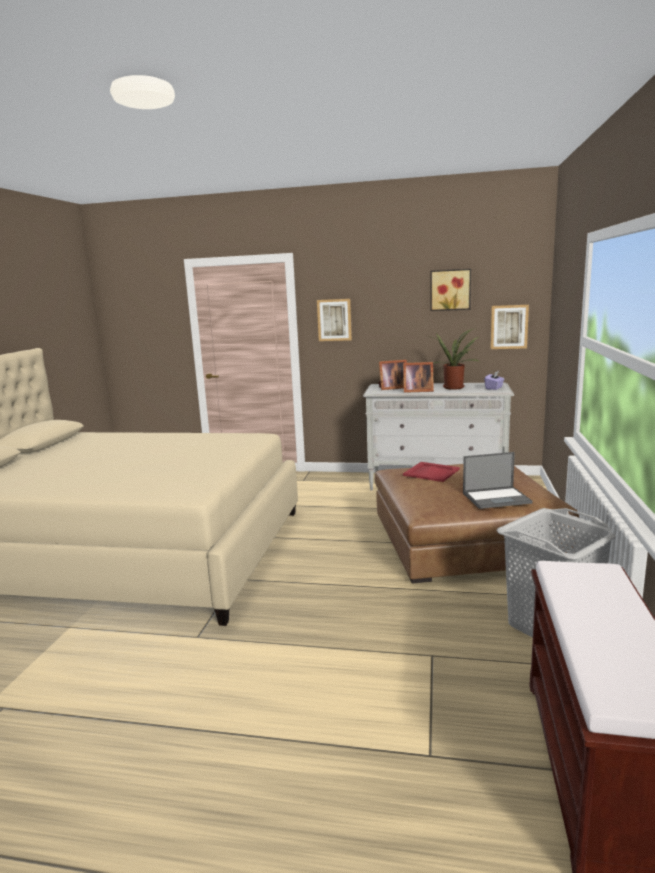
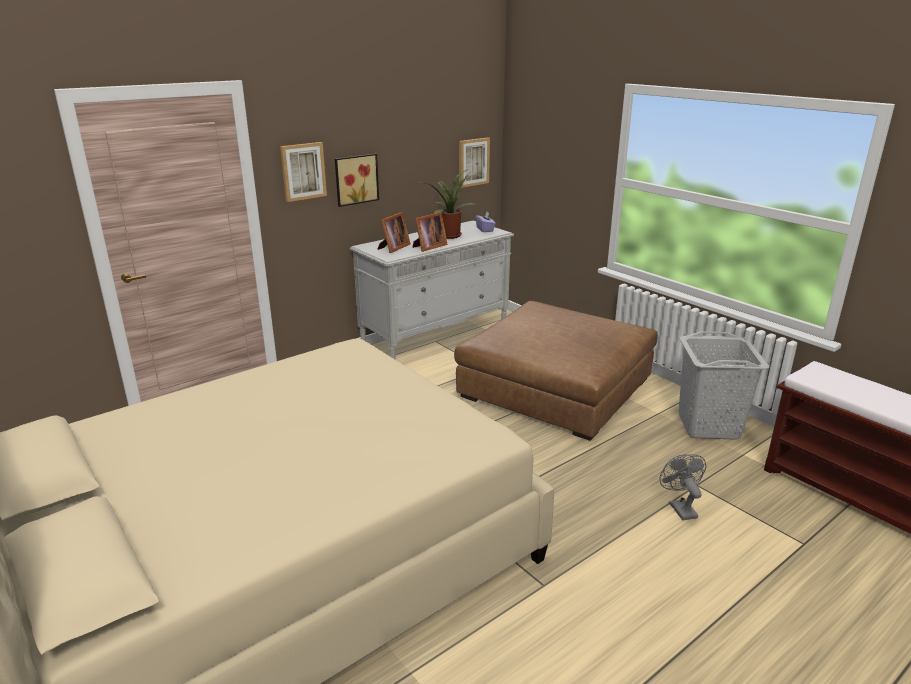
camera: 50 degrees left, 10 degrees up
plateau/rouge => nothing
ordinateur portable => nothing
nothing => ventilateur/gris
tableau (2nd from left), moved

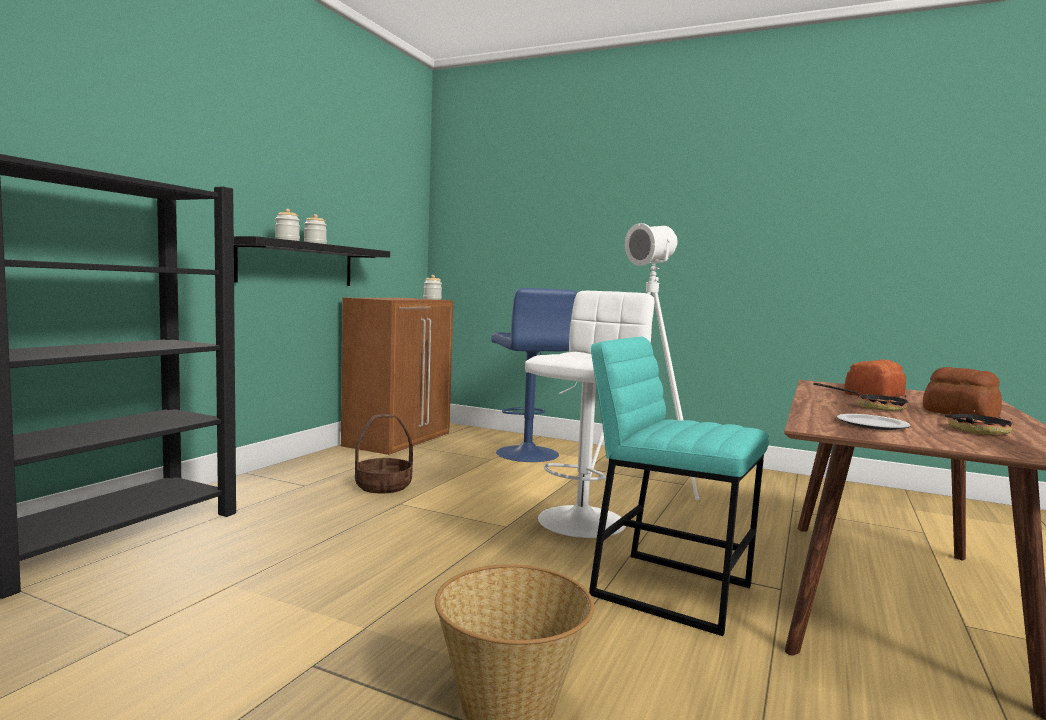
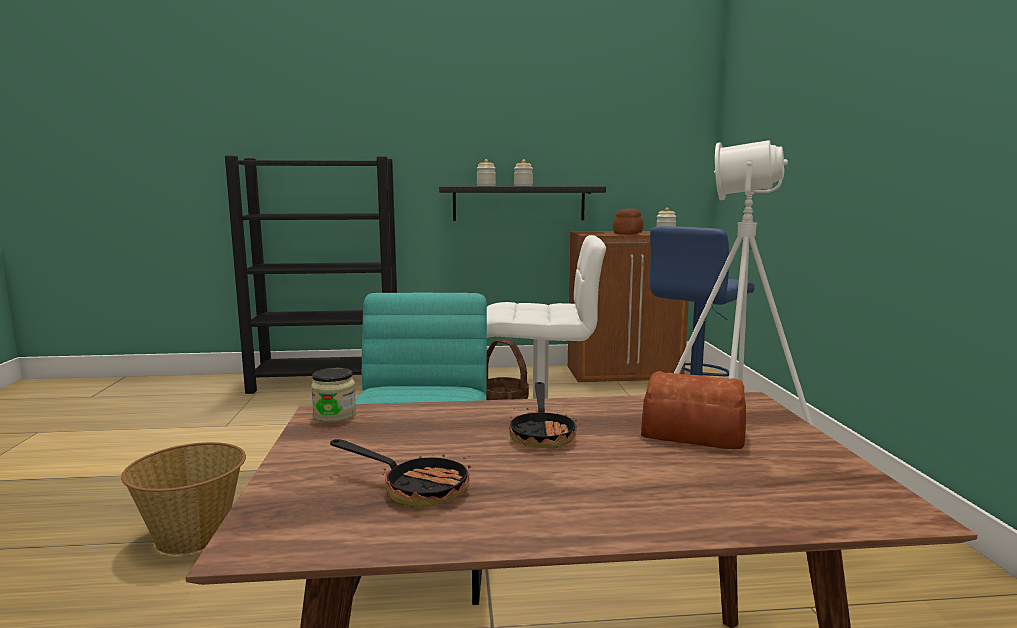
camera: 60 degrees right, 5 degrees up
assiette => nothing
nothing => bocal (1st from left)
pain (2nd from left in the first image) => pain (1st from left), moved

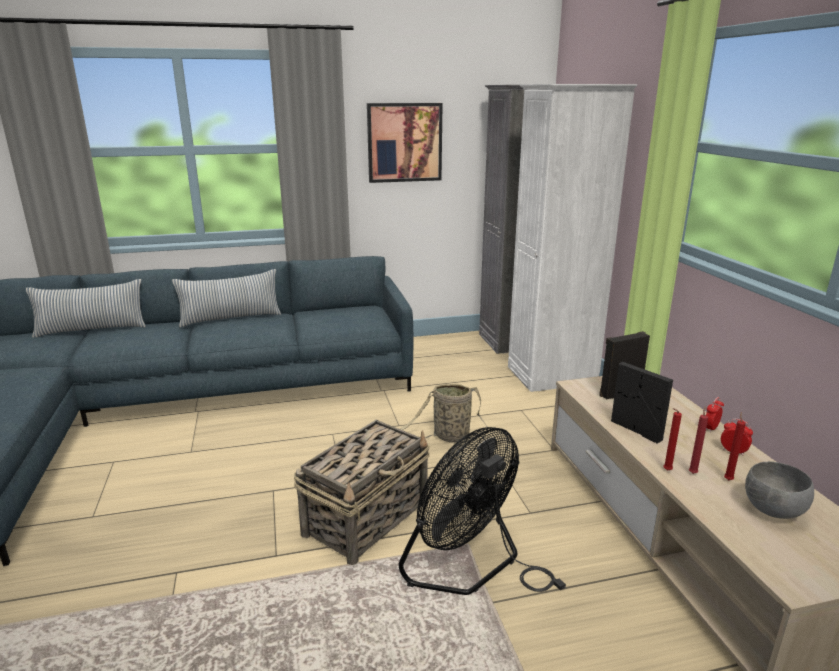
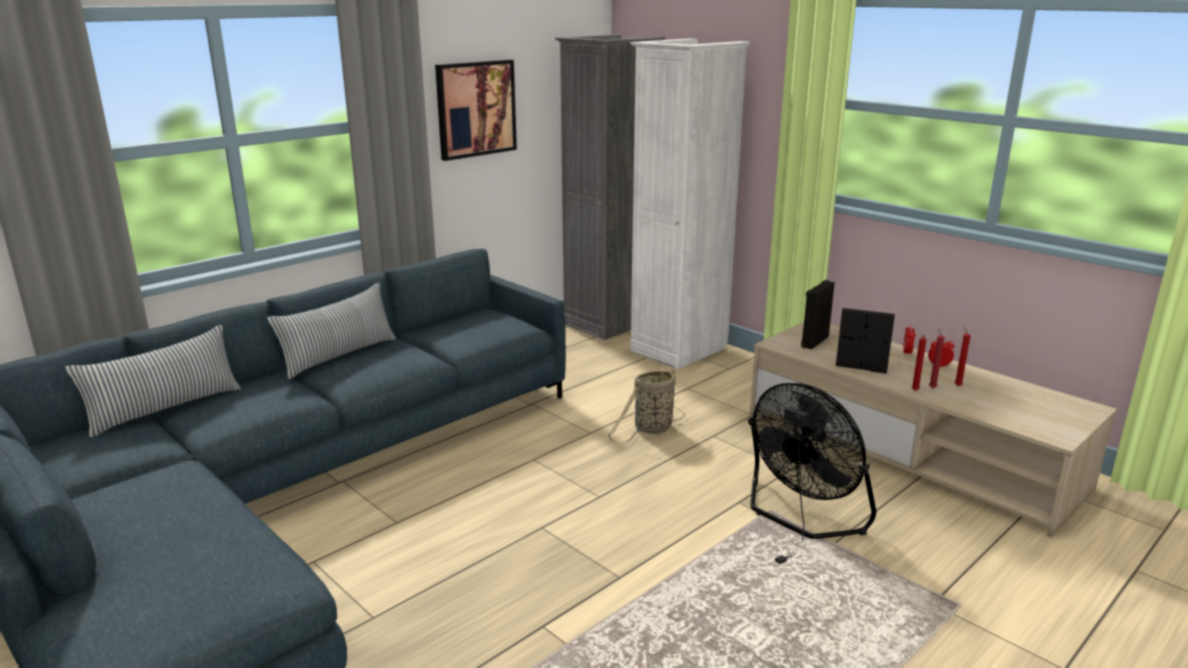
camera: 30 degrees left, 0 degrees up
panier (1st from left) => nothing
bol/gris => nothing
ventilateur/noir, 120 degrees clockwise

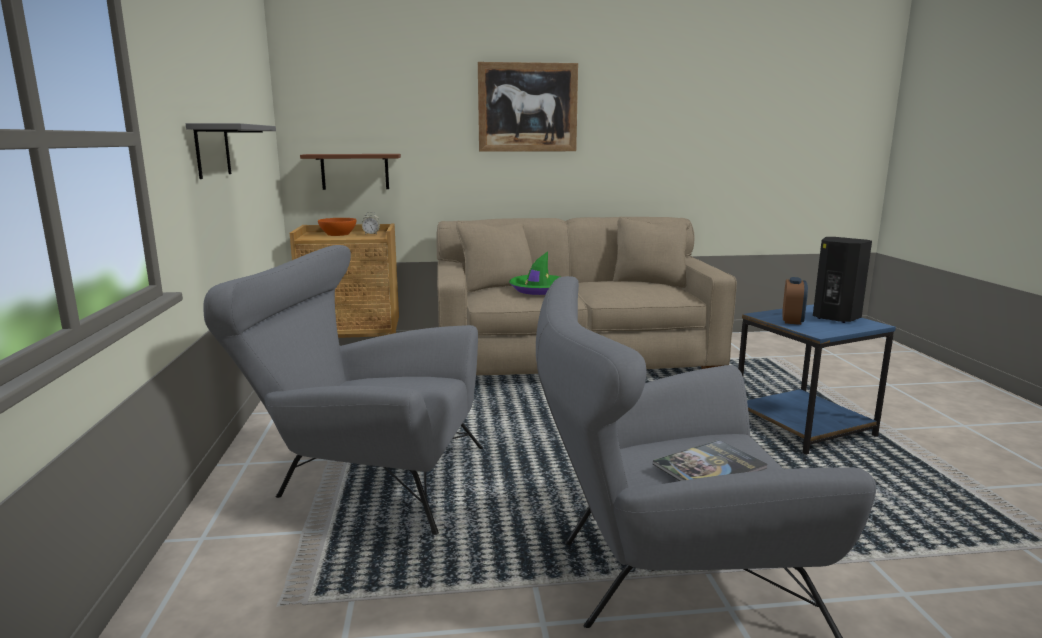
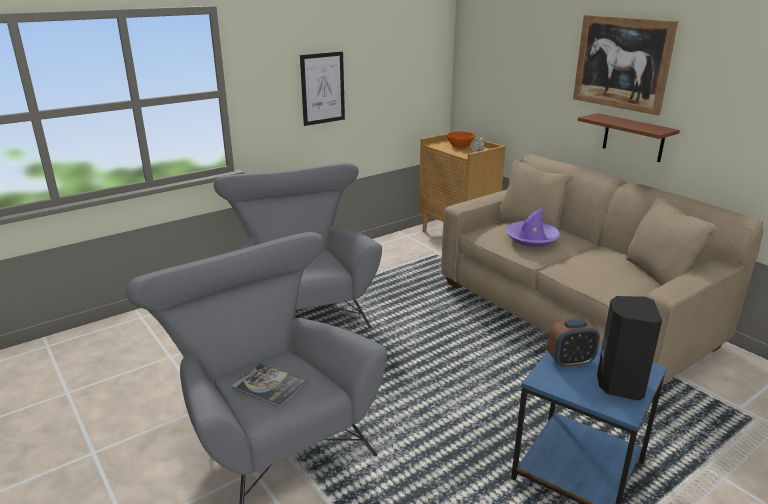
camera: 60 degrees right, 10 degrees up
étagère/marron, moved
étagère/gris => tableau (1st from left)
chapeau/vert => chapeau/violet

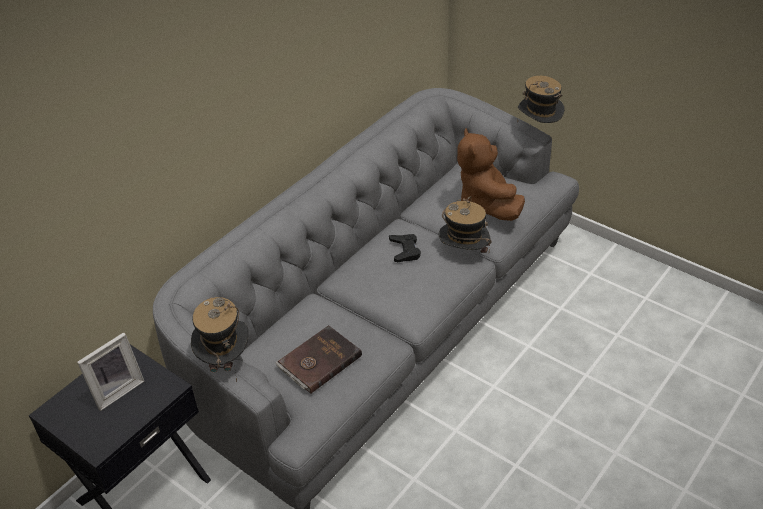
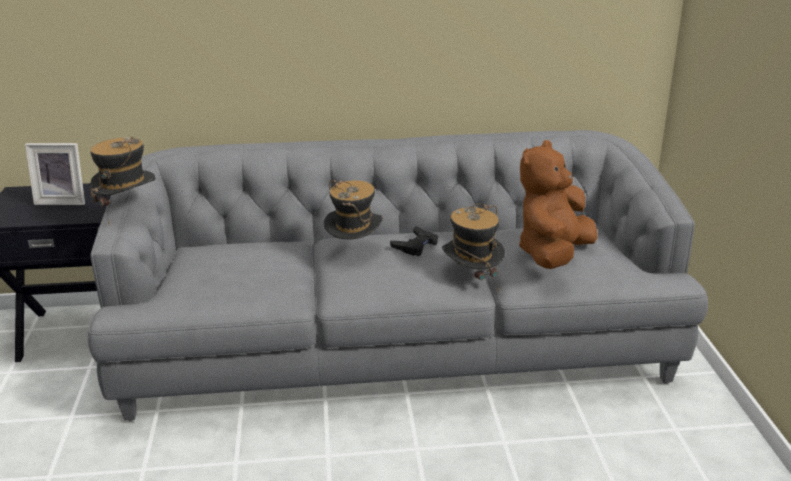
camera: 45 degrees right, 15 degrees down
livre/marron => nothing
chapeau (3rd from left in the first image) => chapeau (2nd from left), moved

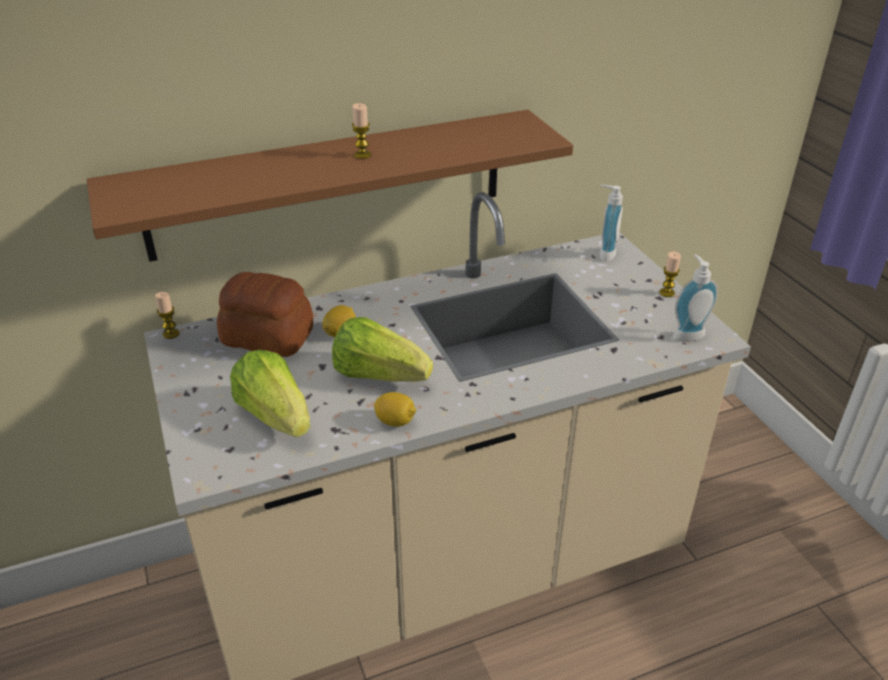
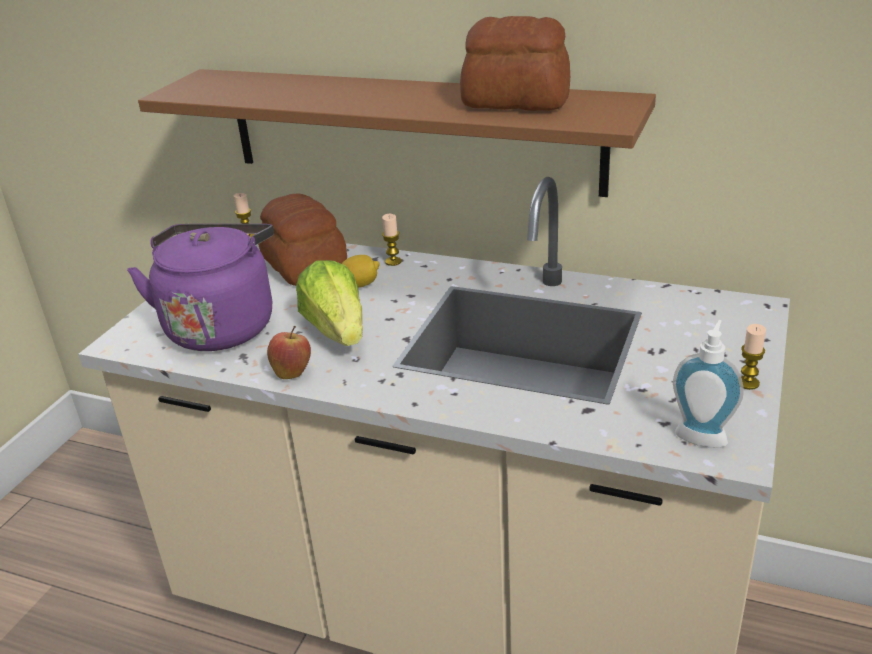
camera: 45 degrees right, 5 degrees down
distributeur de savon (1st from left) => nothing
nothing => pain (2nd from left)
bougie (2nd from left), moved
laitue (1st from left) => bouilloire/violet
citron (2nd from left) => pomme

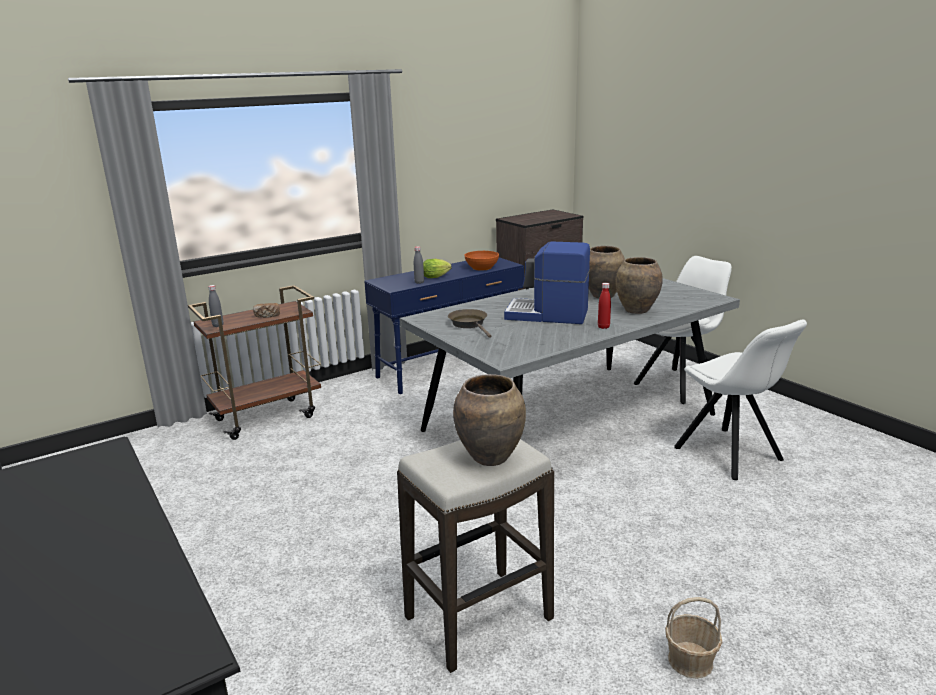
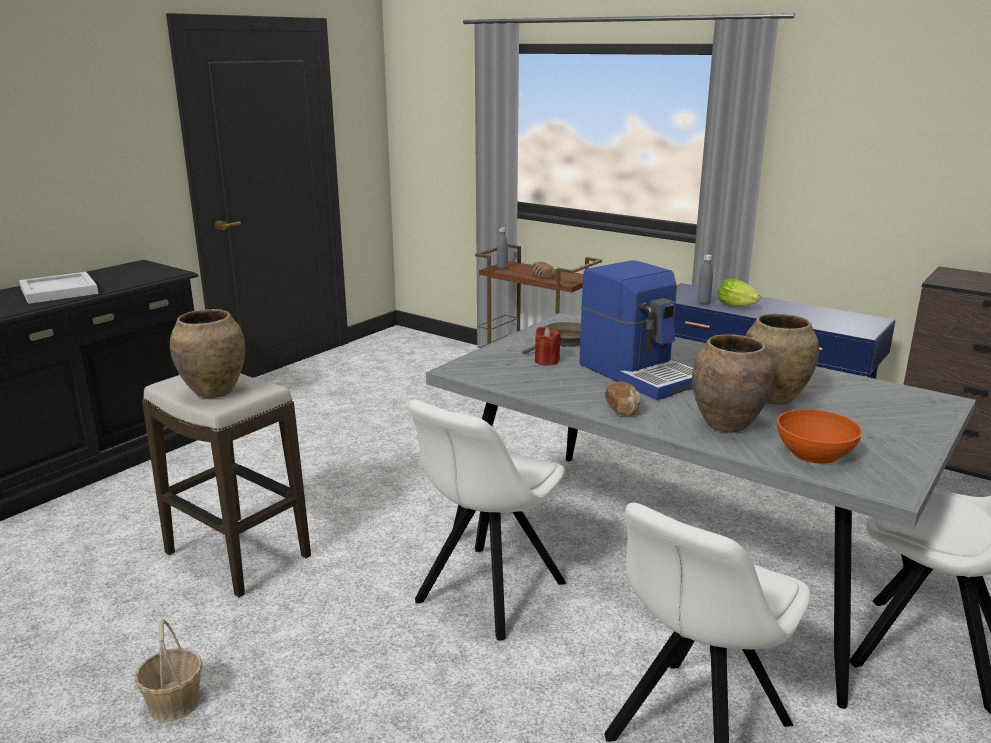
camera: 70 degrees right, 0 degrees up
nothing => plateau/blanc
nothing => chaise/blanc (1st from left)
nothing => bougie/rouge
bol/orange, moved
bouteille/rouge => pain (2nd from left)
machine à café, 150 degrees clockwise

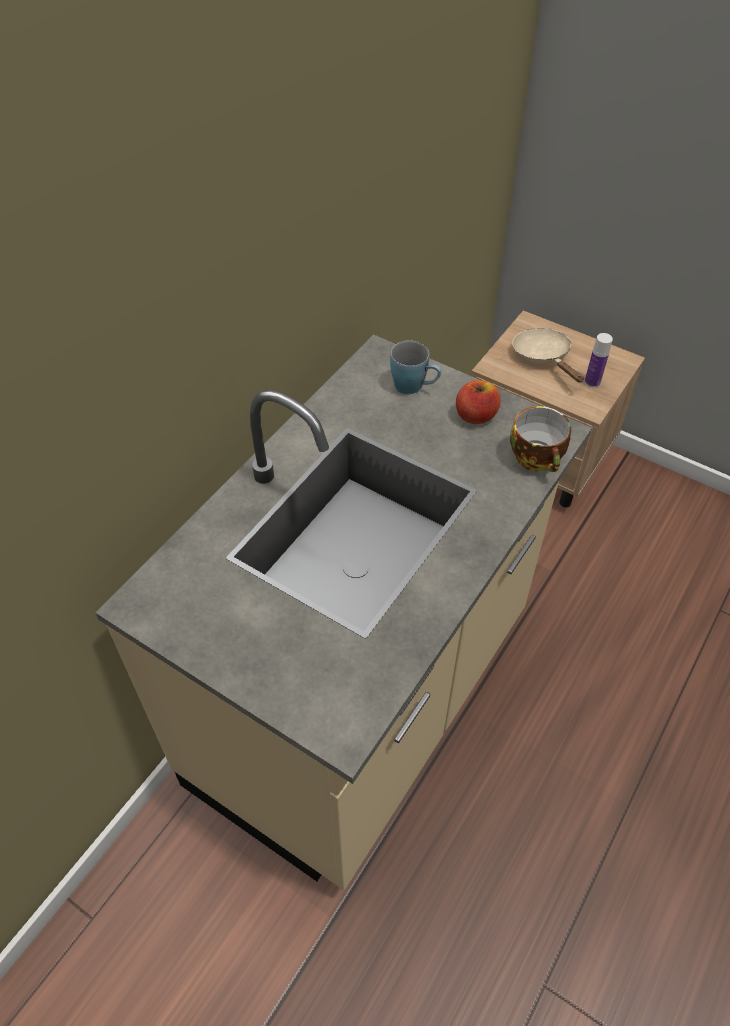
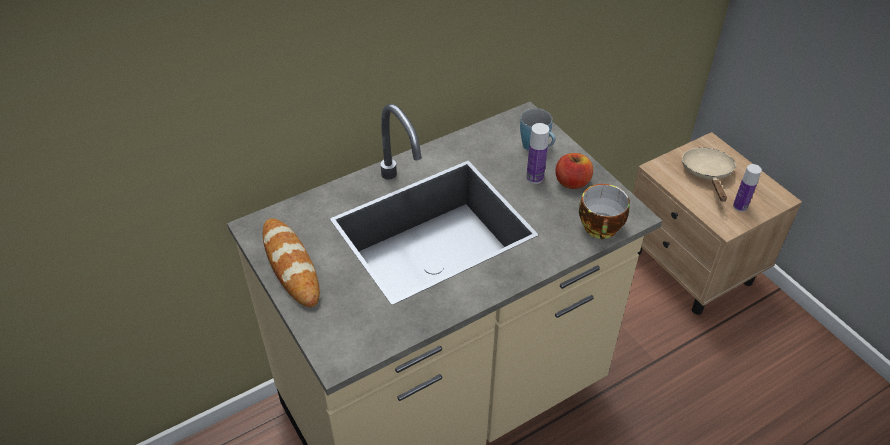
camera: 25 degrees right, 5 degrees down
nothing => pain
nothing => bouteille (1st from left)

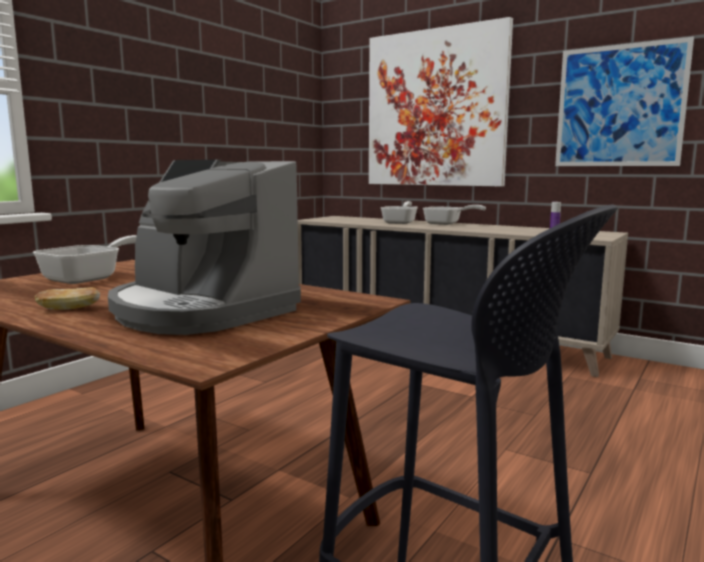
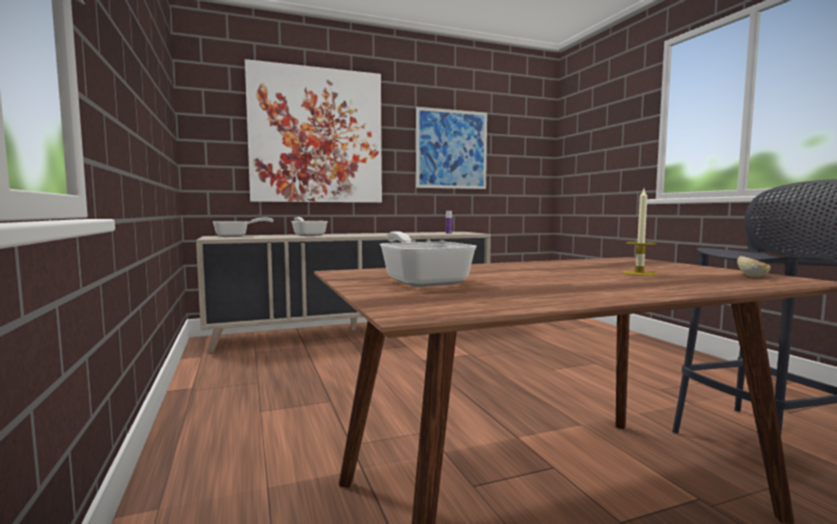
camera: 55 degrees left, 5 degrees down
pain, moved
poêle (3rd from left in the first image) => poêle (1st from left), moved
machine à café => bougie

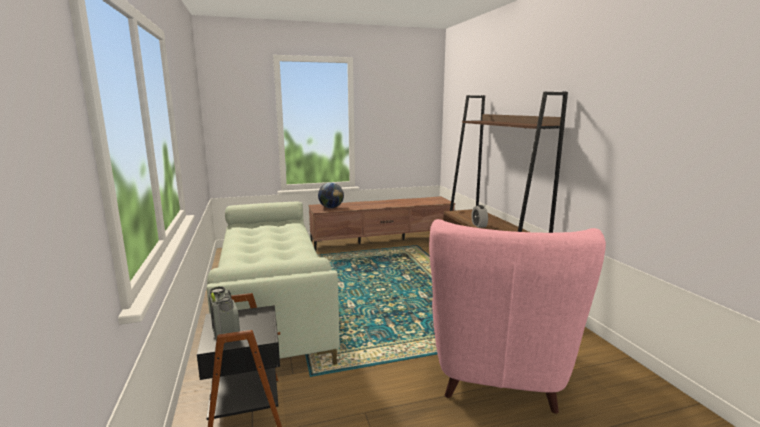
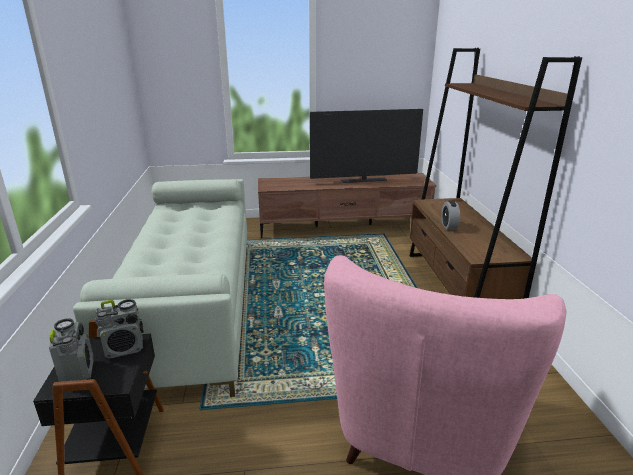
camera: 10 degrees right, 10 degrees up
globe => nothing
nothing => radio (2nd from left)
nothing => téléviseur

